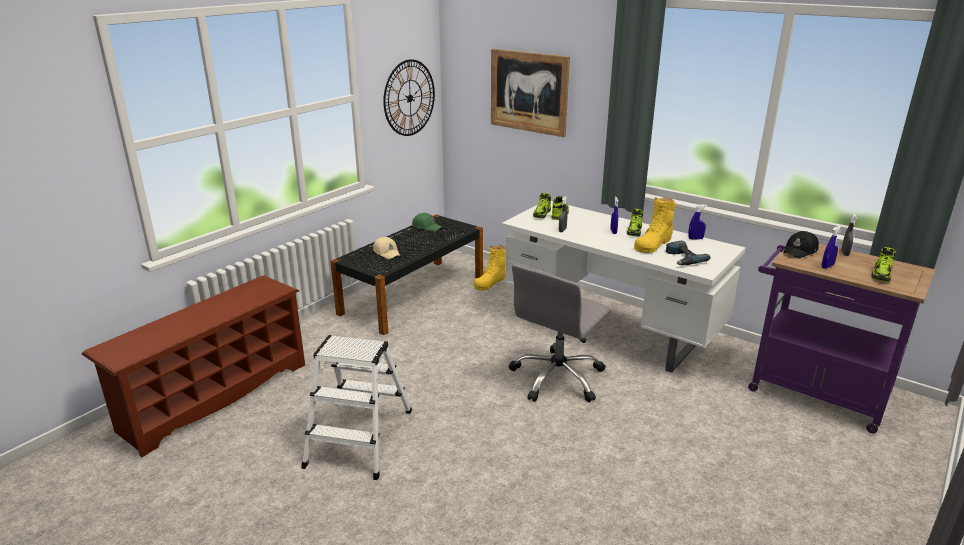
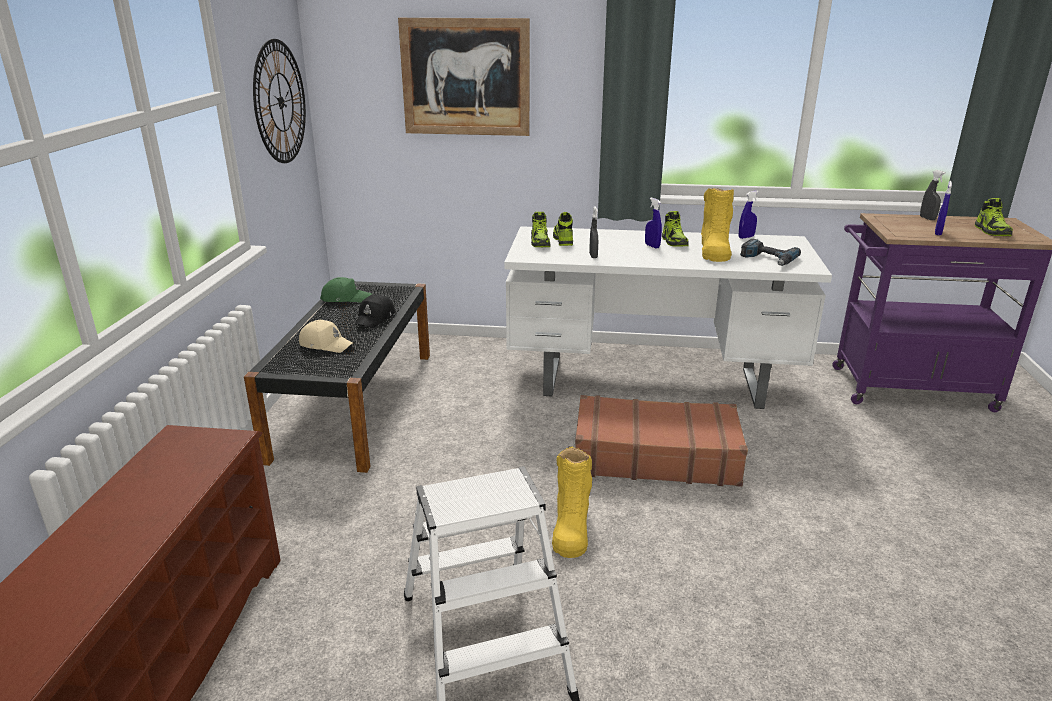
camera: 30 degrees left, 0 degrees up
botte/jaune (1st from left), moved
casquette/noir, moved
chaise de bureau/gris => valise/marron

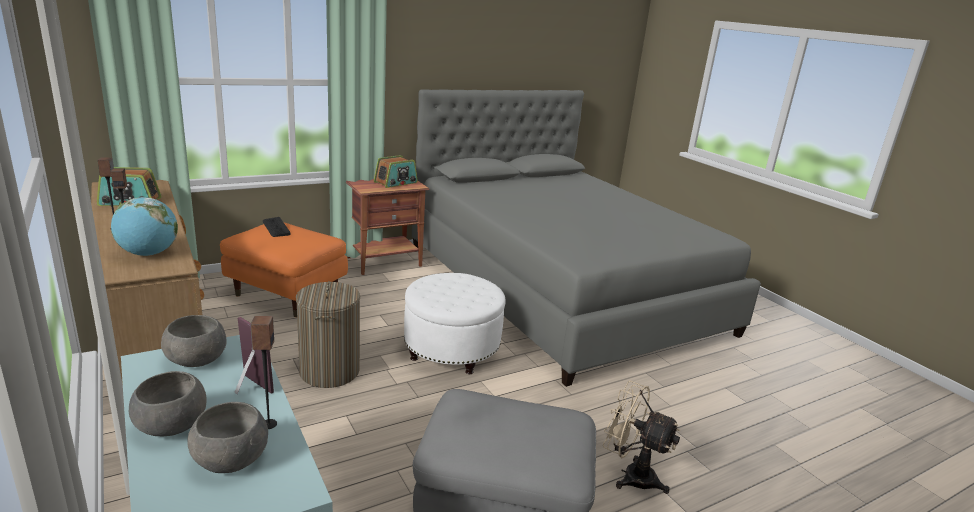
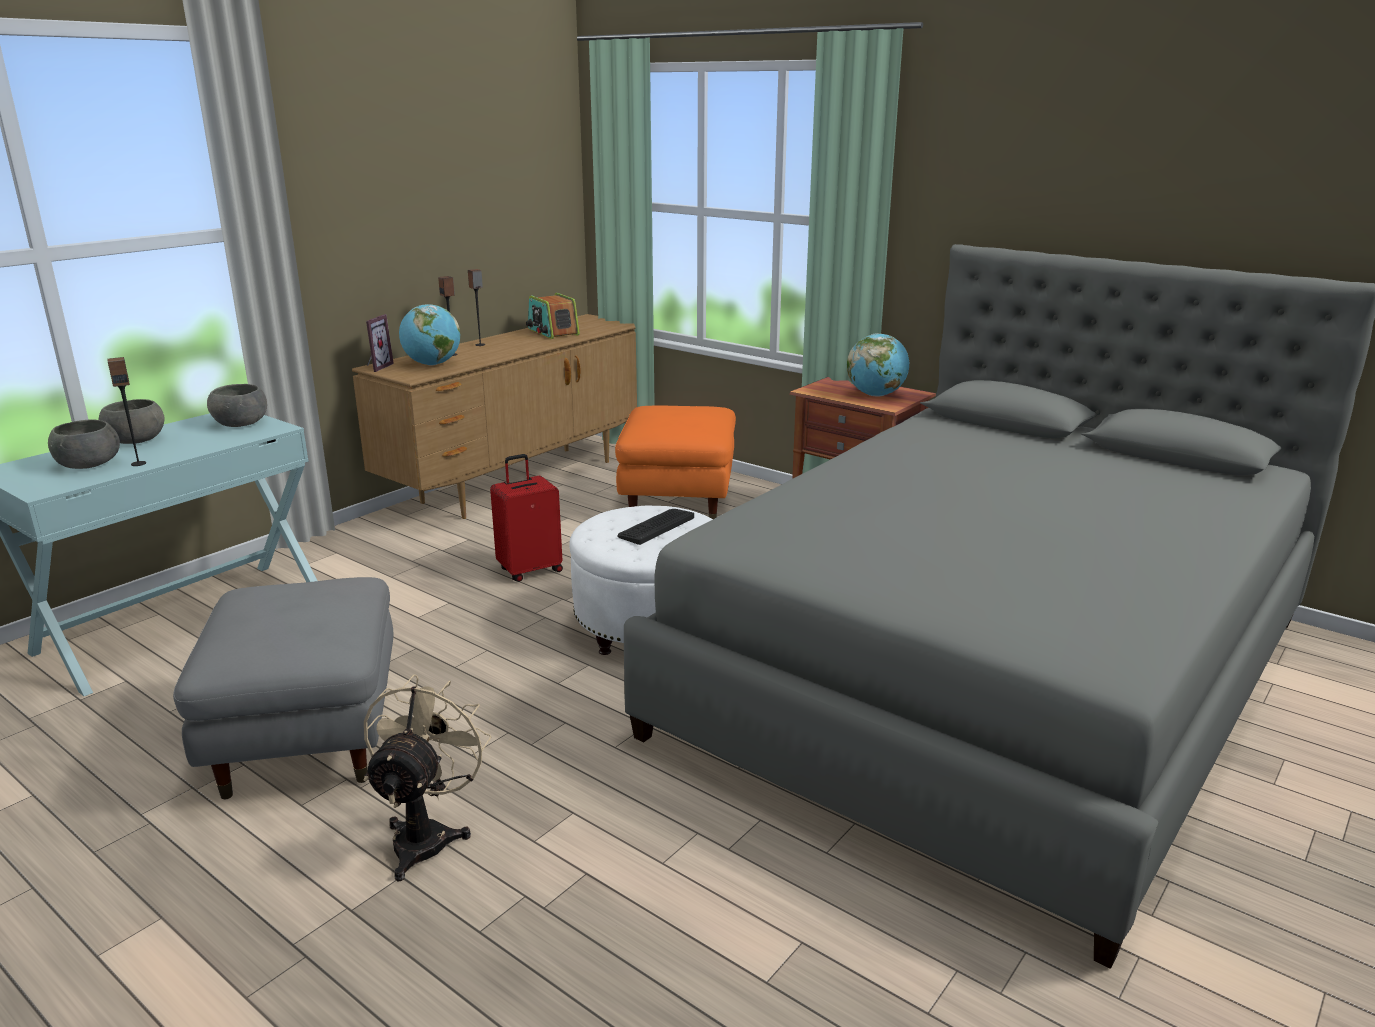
camera: 70 degrees right, 0 degrees up
cadre photo, moved
clavier, moved
panier à linge => valise/rouge
radio (2nd from left) => globe (2nd from left)

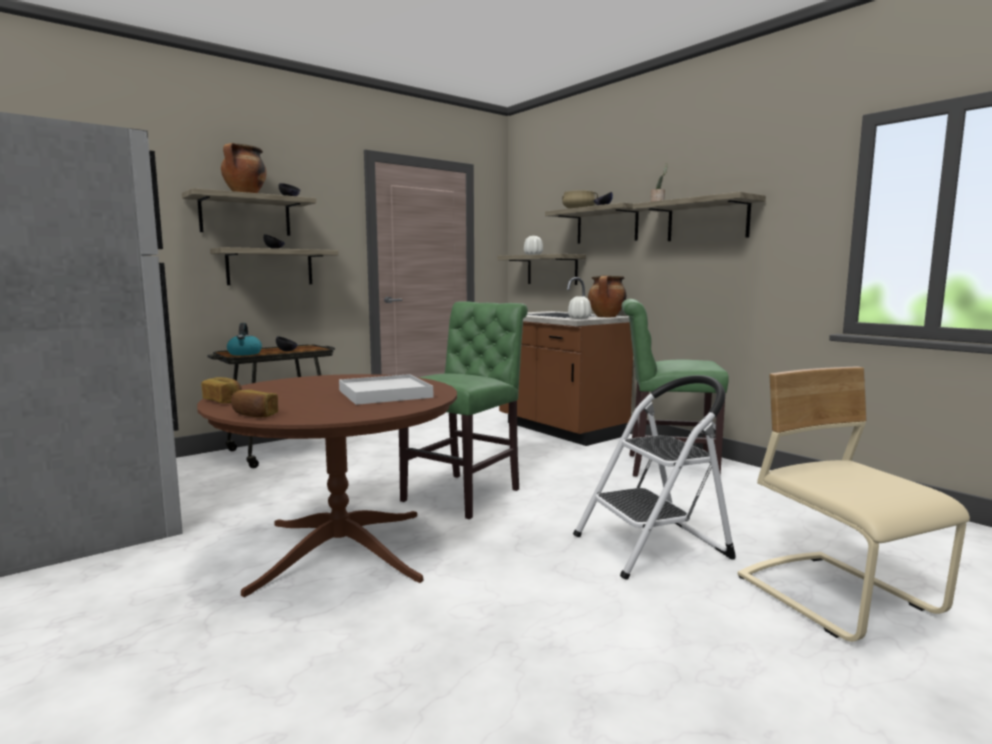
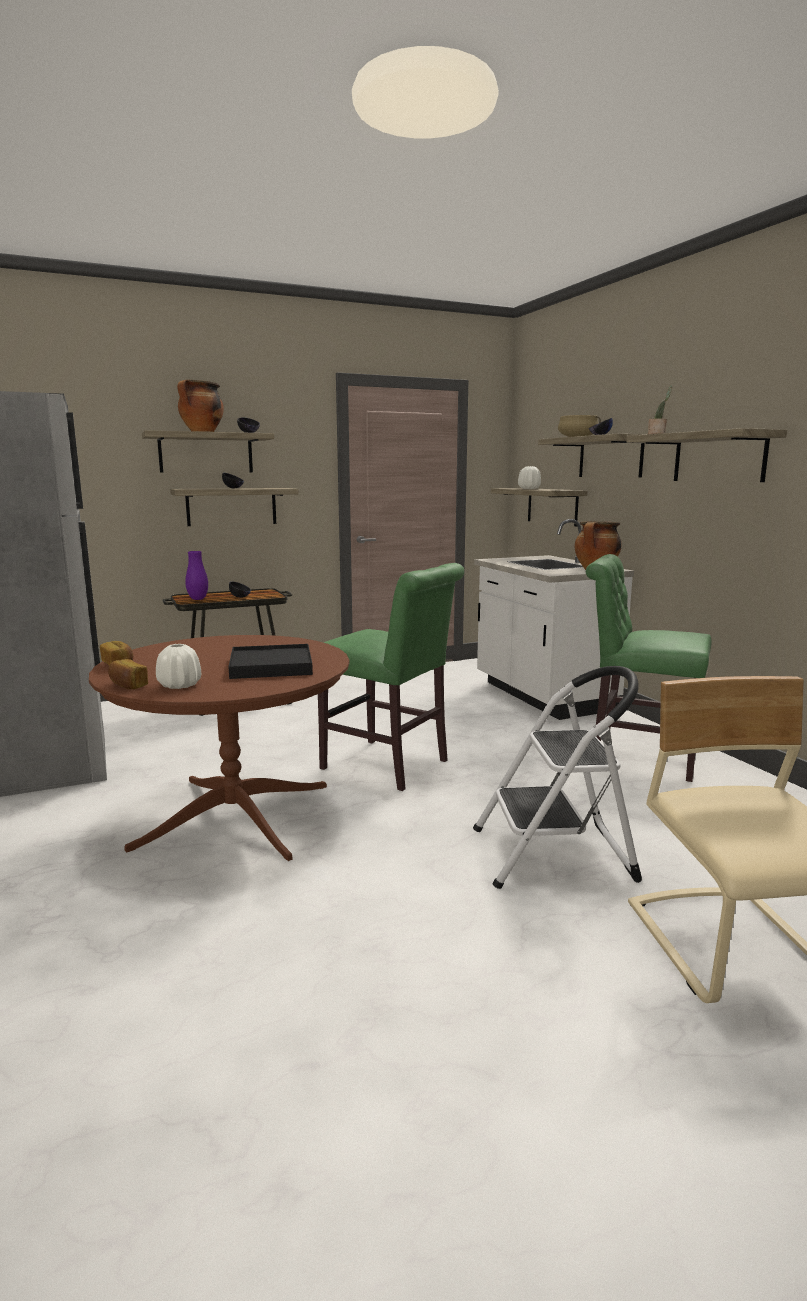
camera: 15 degrees right, 5 degrees up
vase/blanc (2nd from left in the first image) => vase/blanc (1st from left), moved
bouilloire => vase/violet
plateau/blanc => plateau/noir
comptoir de cuisine/marron => comptoir de cuisine/blanc
chaise/vert (1st from left), 75 degrees clockwise

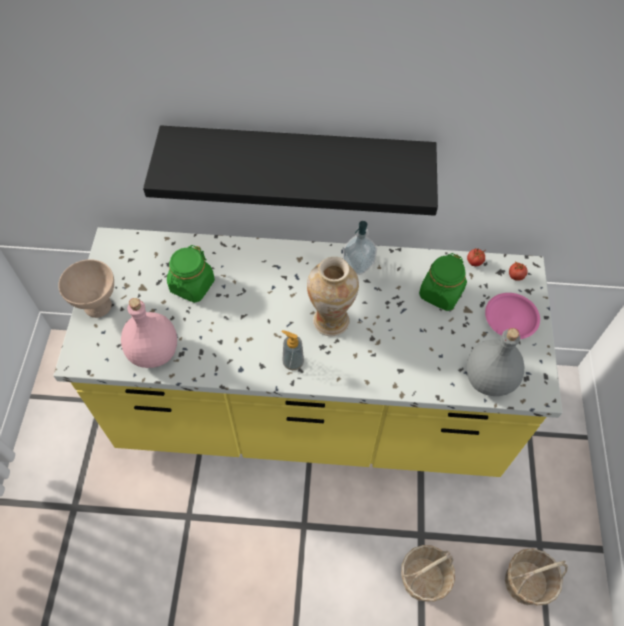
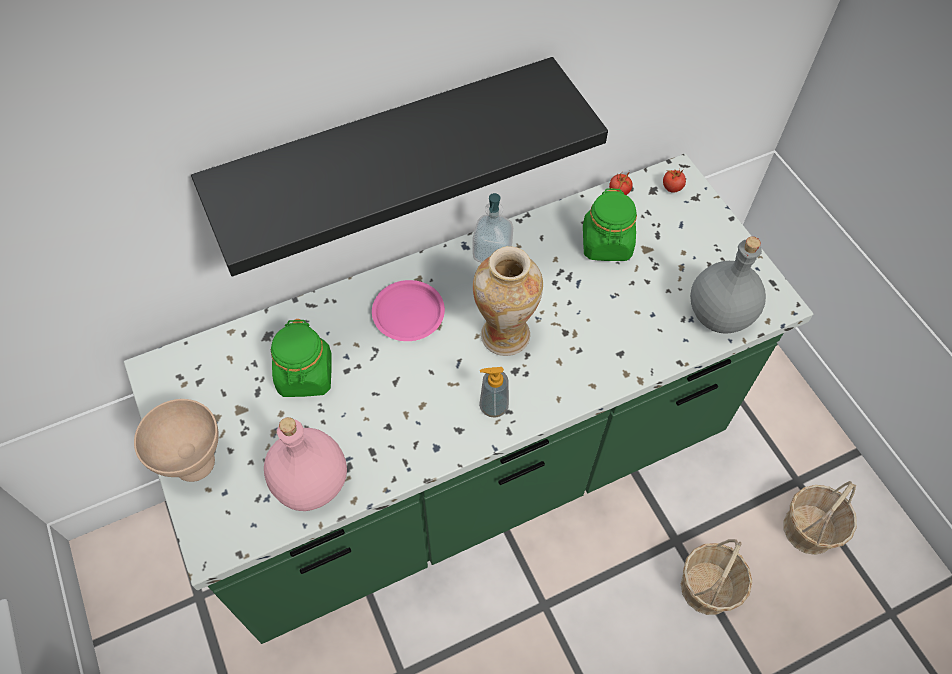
camera: 30 degrees left, 0 degrees up
assiette/rose, moved
comptoir de cuisine/jaune => comptoir de cuisine/vert

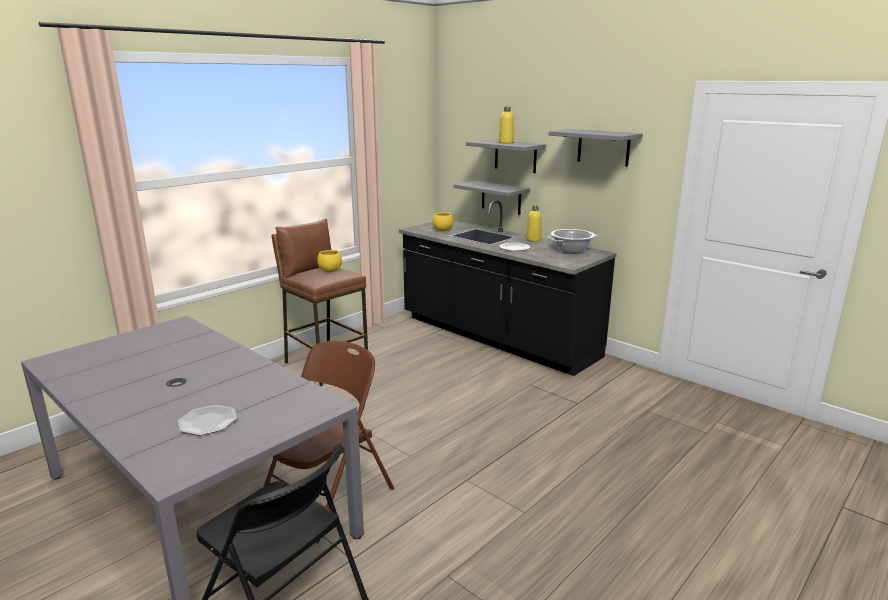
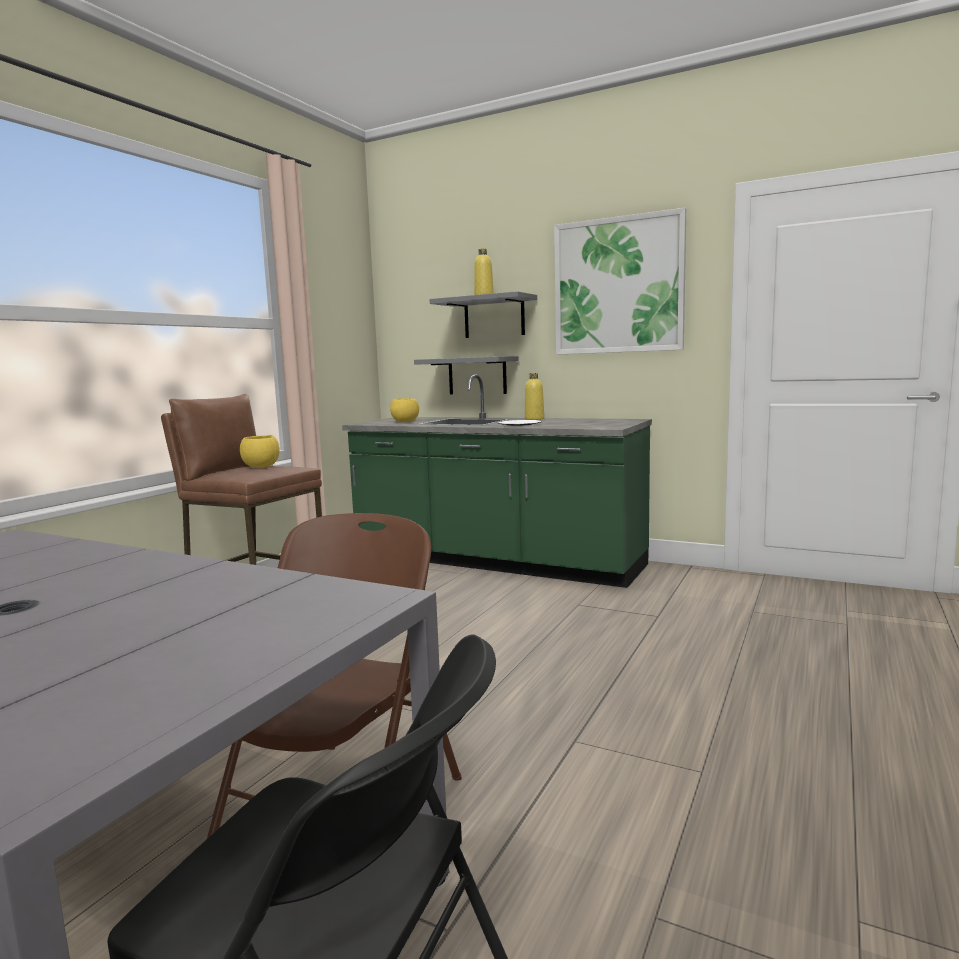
camera: 15 degrees left, 10 degrees down
assiette (1st from left) => nothing
marmite => nothing
étagère/gris (3rd from left) => tableau
comptoir de cuisine/noir => comptoir de cuisine/vert

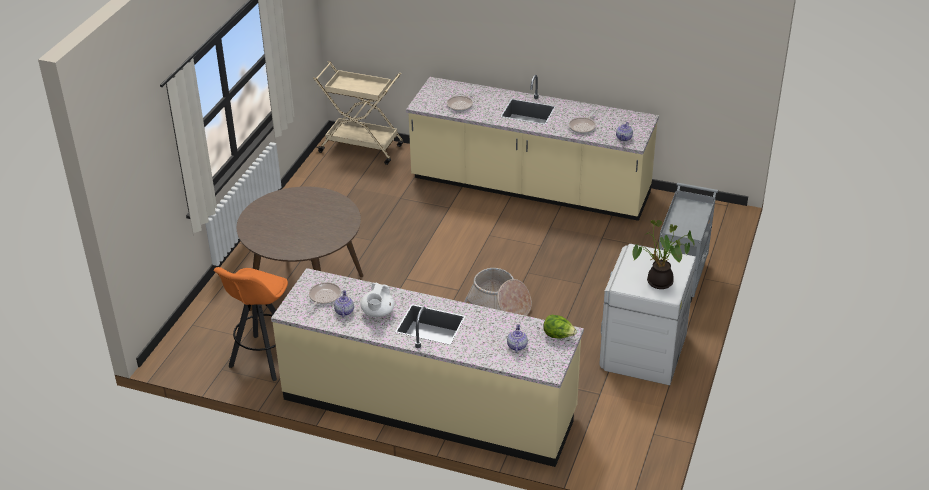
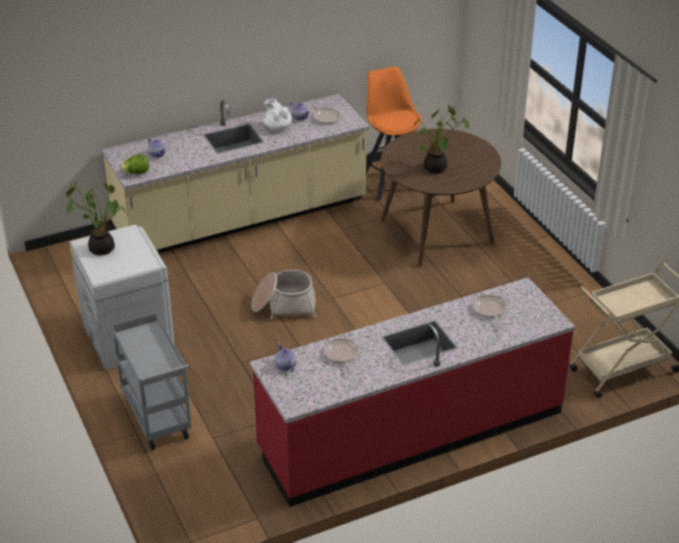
camera: 135 degrees right, 0 degrees up
nothing => plante en pot (2nd from left)
comptoir de cuisine/beige (2nd from left) => comptoir de cuisine/rouge

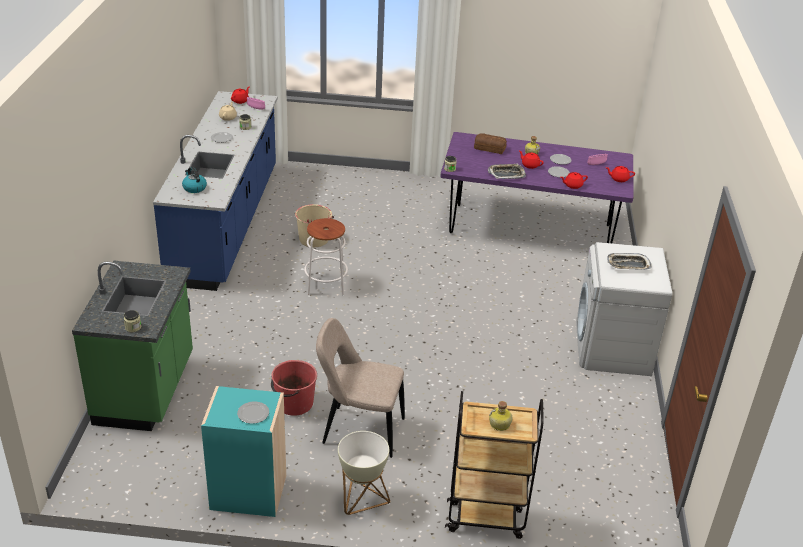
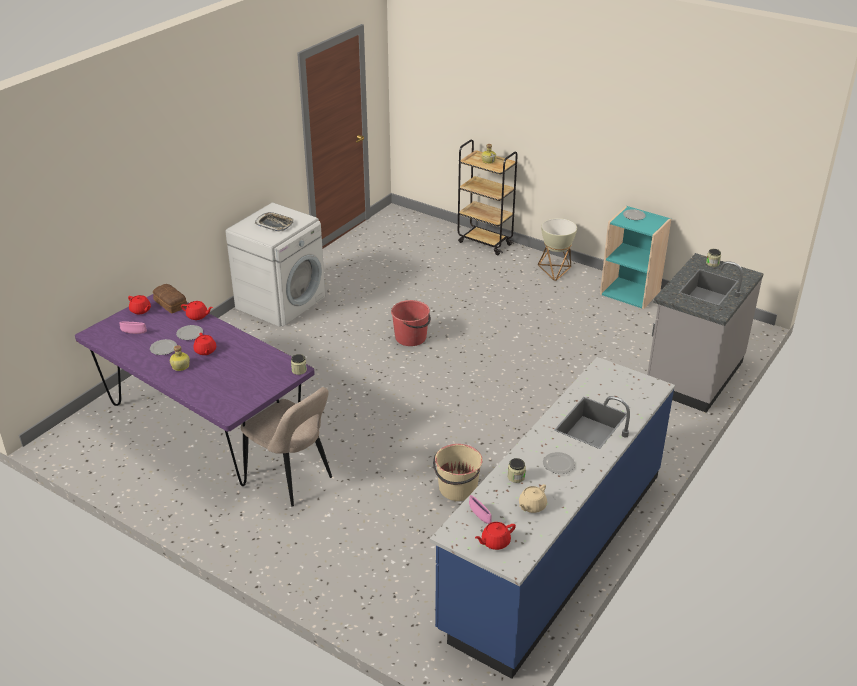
camera: 150 degrees left, 0 degrees up
bouilloire => nothing
tabouret/blanc => nothing
plateau (1st from left) => nothing
seau/rouge, moved
chaise/beige, moved
pain, moved
comptoir de cuisine/vert => comptoir de cuisine/gris

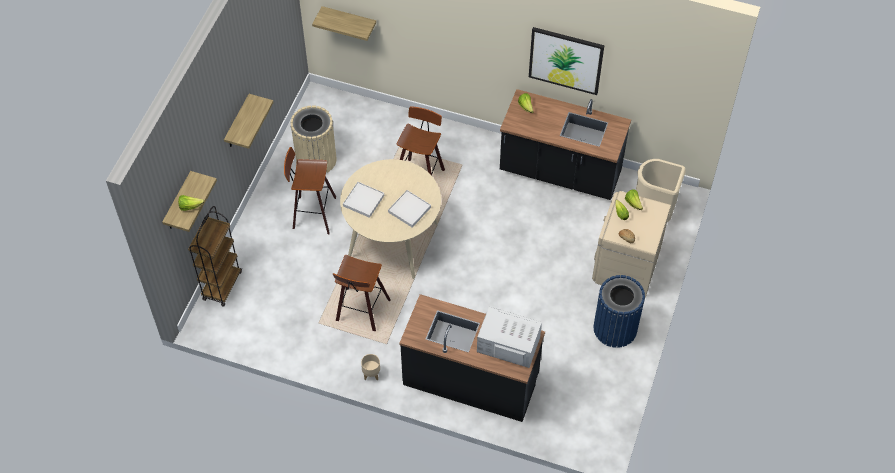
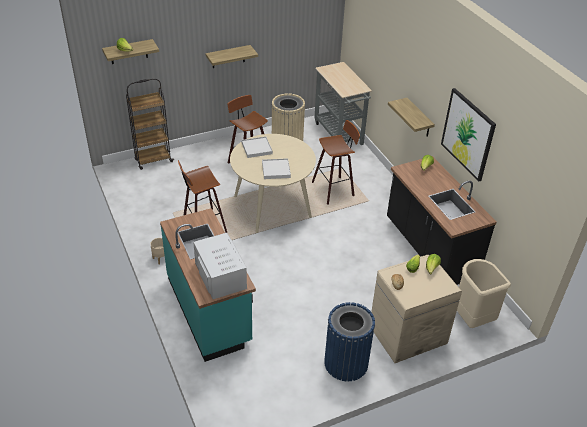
camera: 45 degrees right, 15 degrees down
nothing => chariot/gris
étagère (3rd from left), moved
comptoir de cuisine/noir (1st from left) => comptoir de cuisine/turquoise

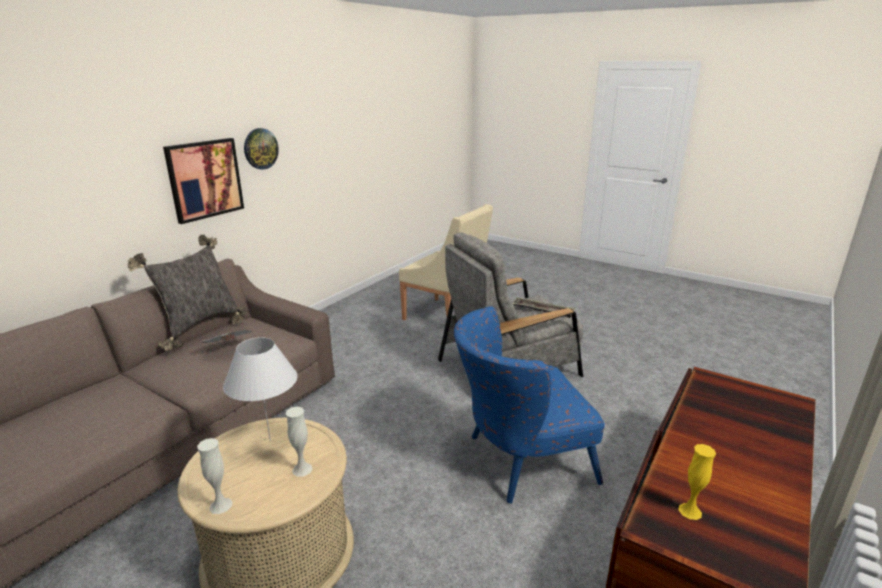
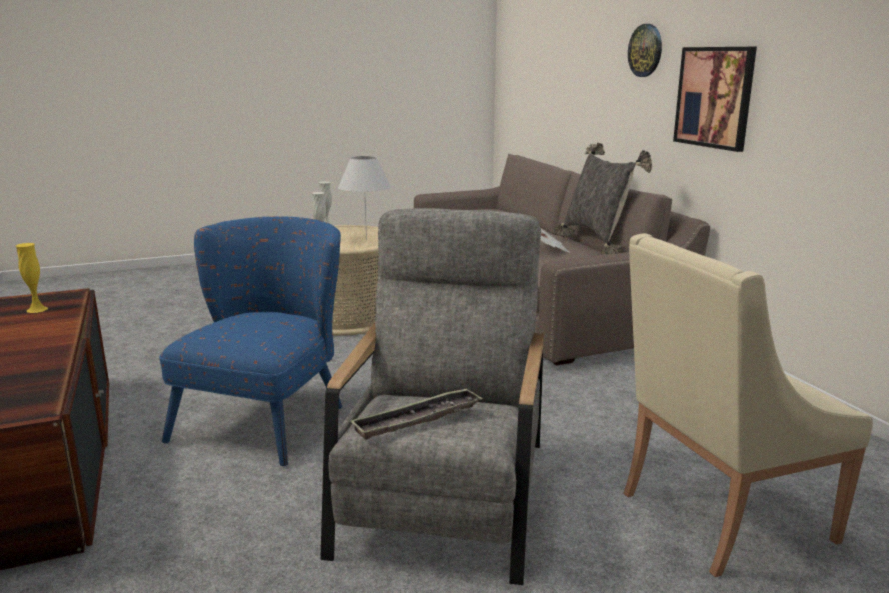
camera: 125 degrees right, 5 degrees down
horloge murale, moved

